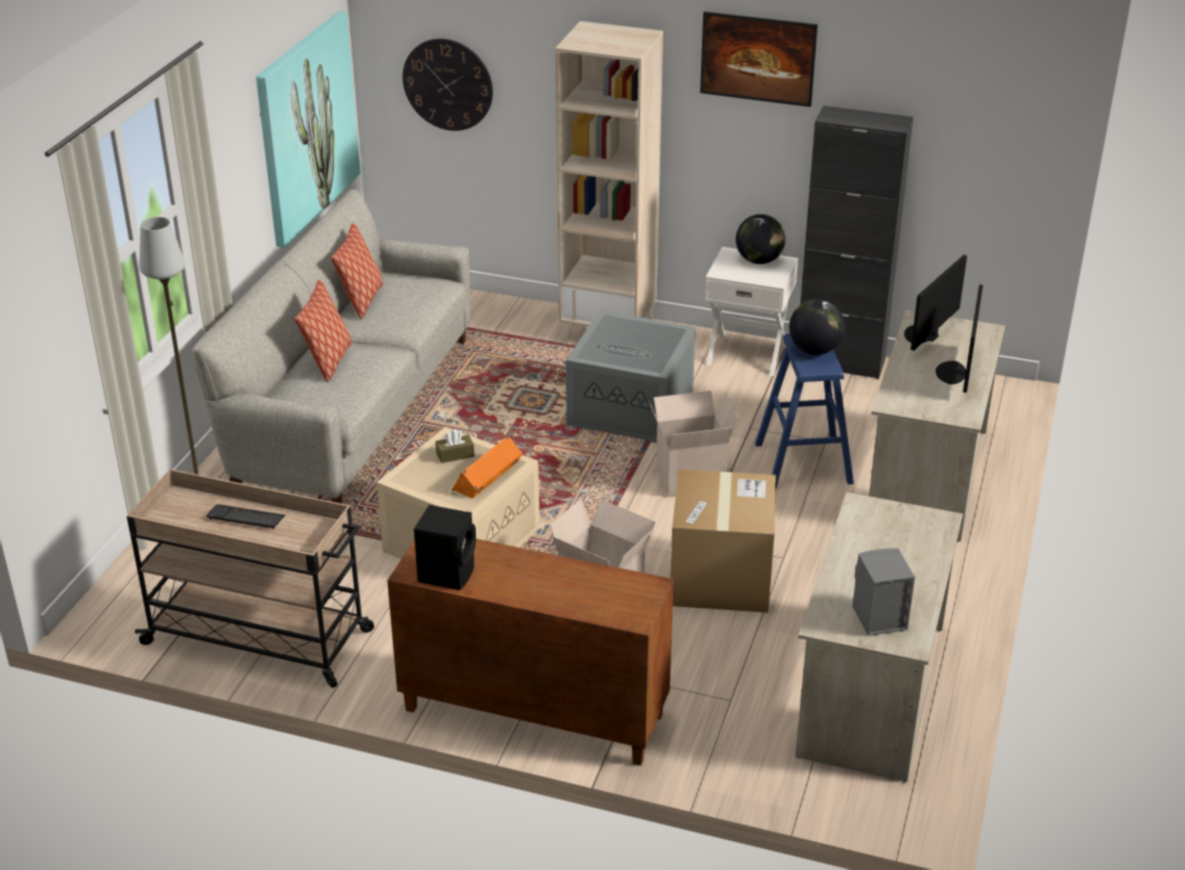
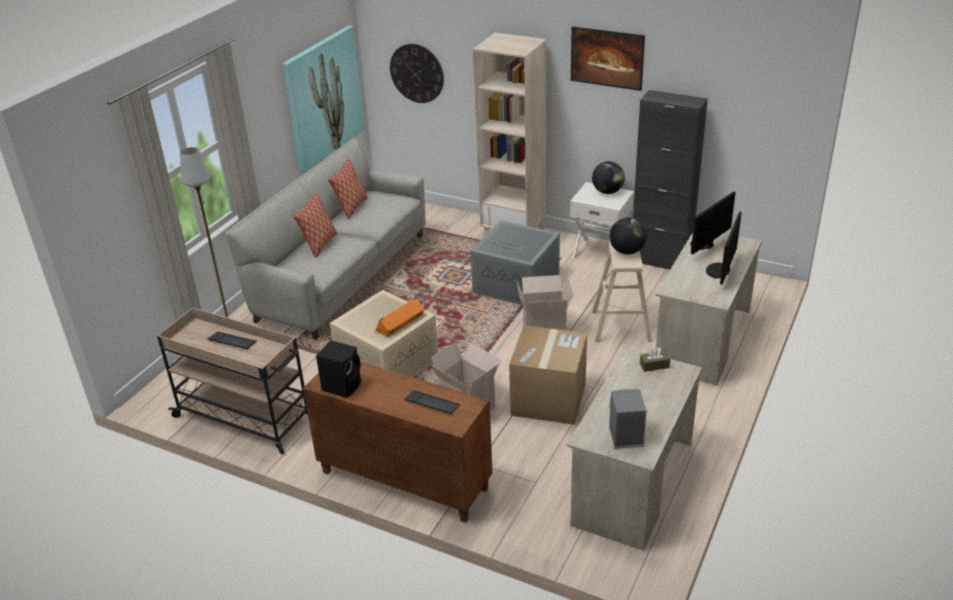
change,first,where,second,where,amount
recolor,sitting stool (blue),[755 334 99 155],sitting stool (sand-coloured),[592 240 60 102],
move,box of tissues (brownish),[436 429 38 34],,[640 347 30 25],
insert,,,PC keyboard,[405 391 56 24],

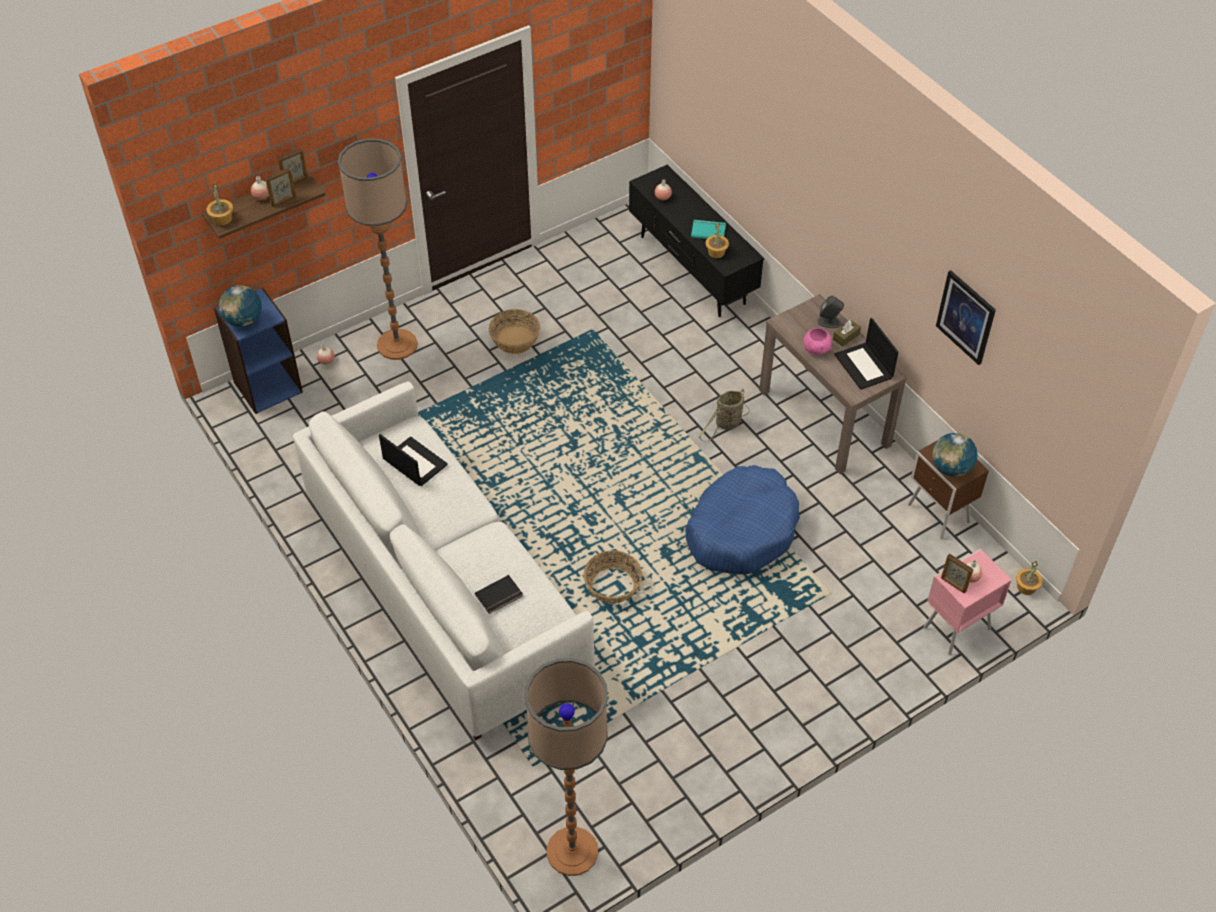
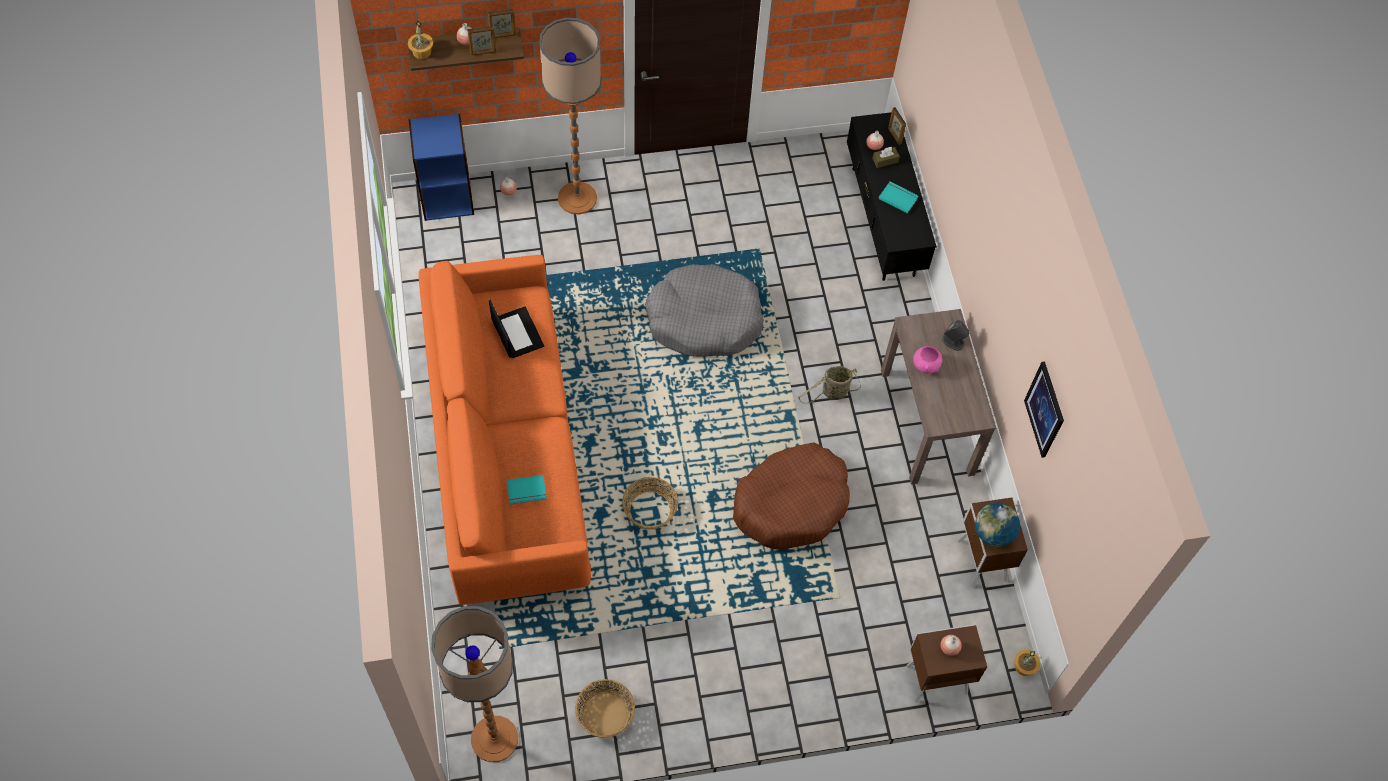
change,first,where,second,where,amount
delete,houseplant,[705 223 24 35],,,
delete,world globe,[219 285 43 42],,,
move,storage basket,[489 309 51 45],,[575 679 60 59],
delete,notebook computer,[834 318 64 72],,,
move,box of tissues (brownish),[833 320 28 27],,[872 147 28 21],
recolor,settee (white-coloured),[293 381 302 359],settee (orange-coloured),[419 255 172 350],
recolor,pet bed (blue),[685 465 115 109],pet bed (brownish),[733 443 117 106],
recolor,nightstand (pink),[924 549 88 106],nightstand (brownish),[906 624 81 78],
move,picture frame,[941 553 33 41],,[888 107 18 38],
recolor,volume (blackish),[475 575 48 39],volume (blue-green),[507 475 40 30],
insert,,,pet bed (greyish),[645 264 118 93],

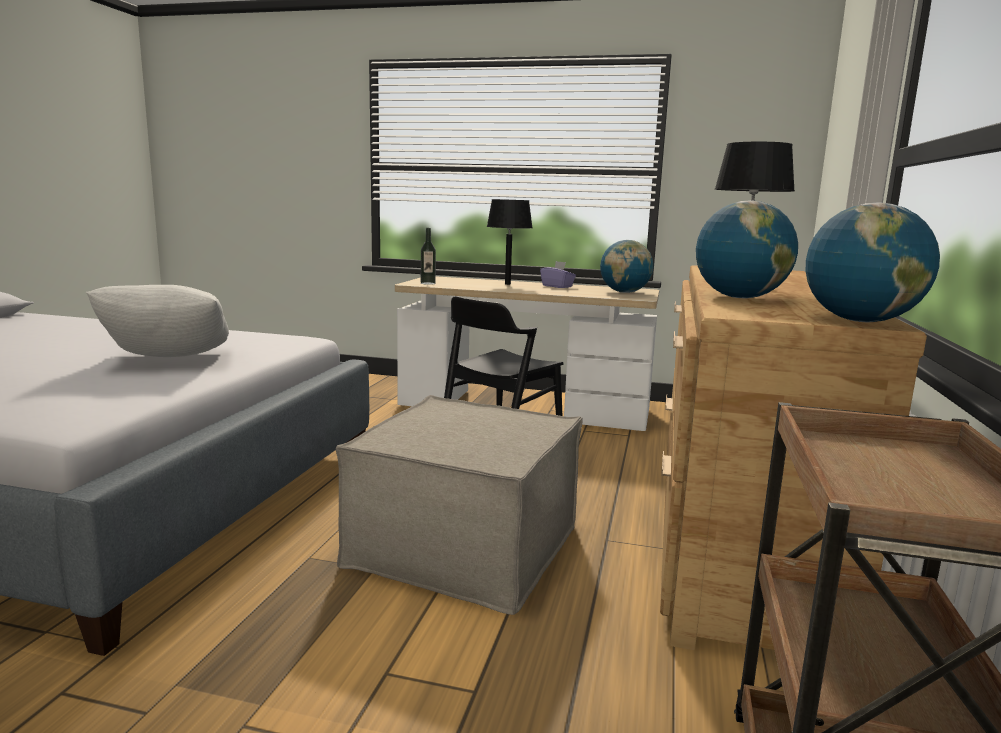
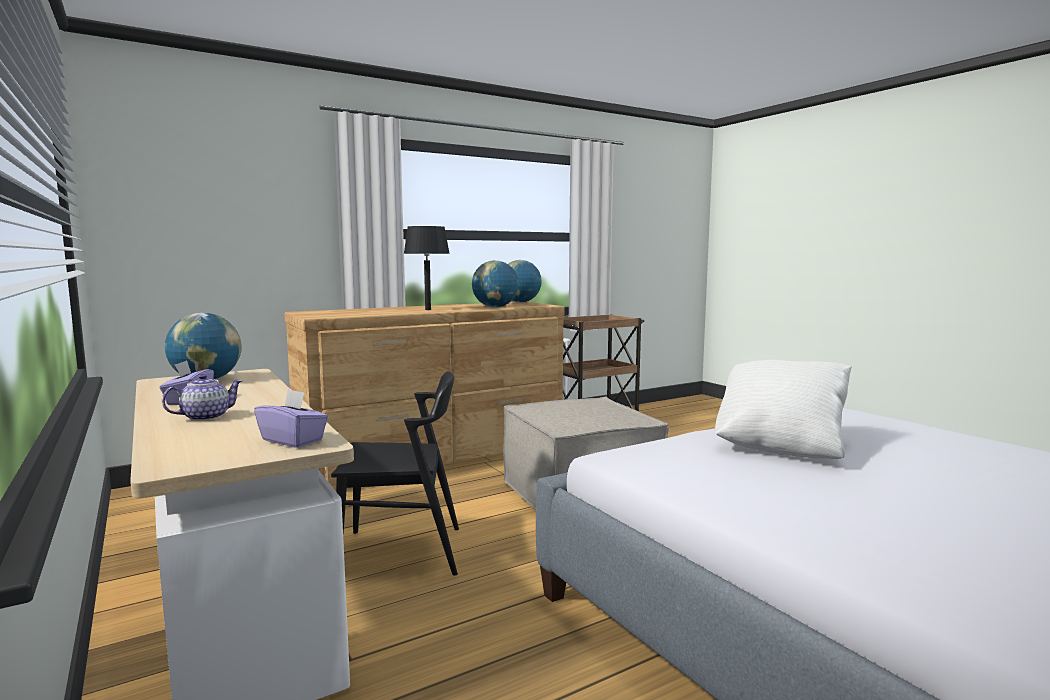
change,first,where,second,where,amount
replace,tabletop lamp (blackish),[487 199 46 86],tea pot,[162 374 81 47],
replace,bottle,[421 228 15 57],box of tissues (purple),[254 389 74 59],

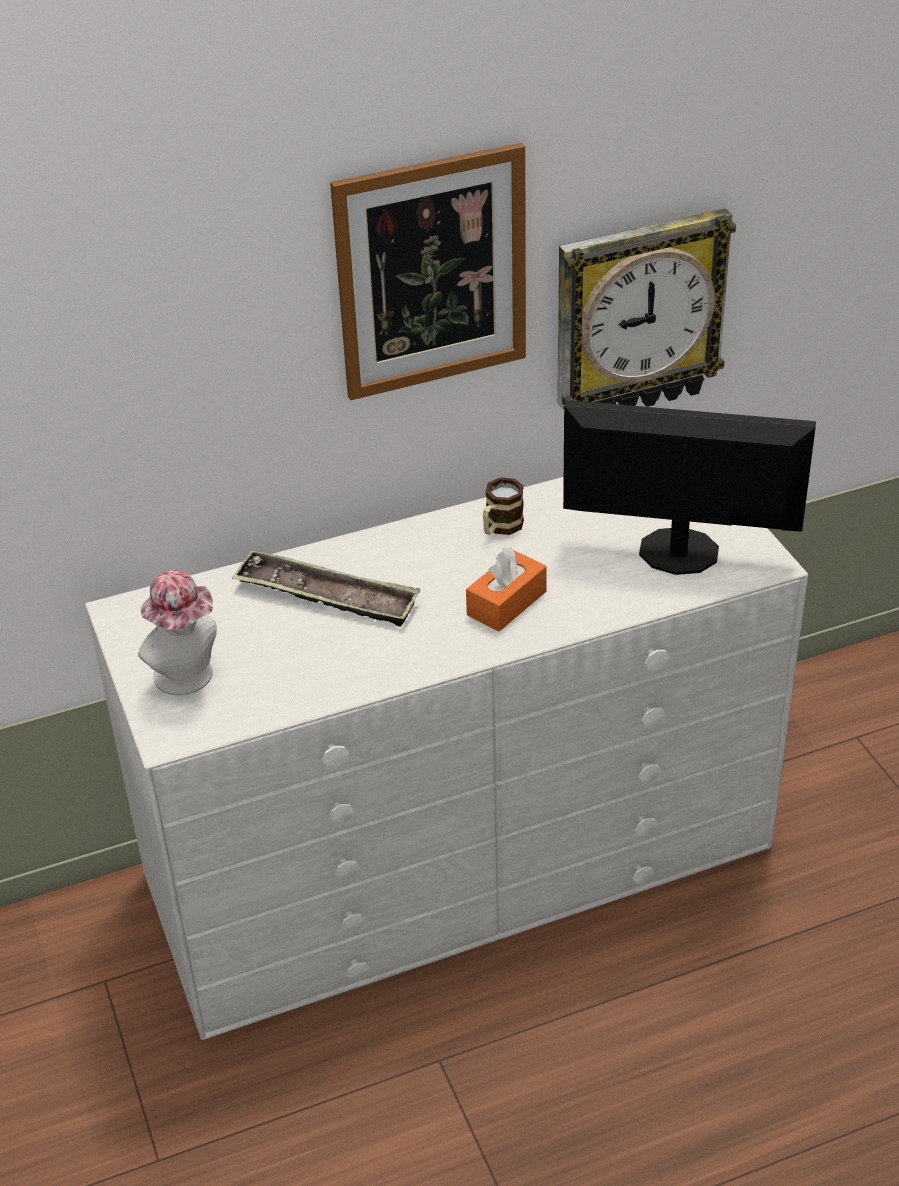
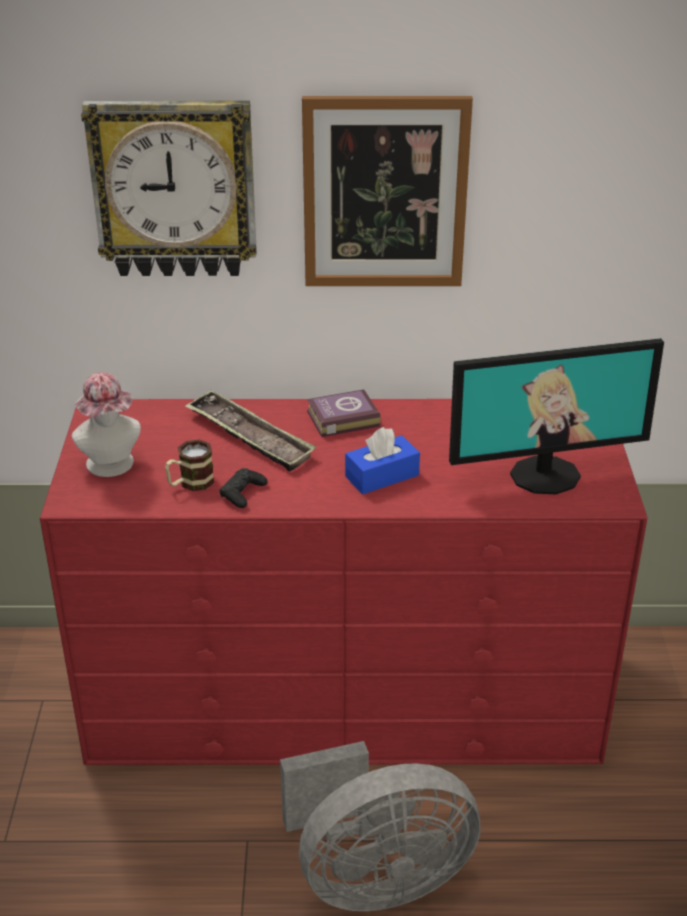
change,first,where,second,where,amount
move,clock on the wall,[557 208 179 202],,[81 100 176 176],
rotate,computer screen,[563 400 253 175],,[449 338 215 156],135 degrees clockwise
recolor,chest of drawers (white-coloured),[85 477 723 563],chest of drawers (reddish),[40 399 608 366],
move,mug,[483 477 41 58],,[165 439 49 52],
recolor,box of tissues (orange-coloured),[466 547 81 84],box of tissues (blue),[345 427 75 67],
insert,,,volume,[307 389 74 48],
insert,,,joypad (blackish),[219 468 49 40],
insert,,,fan (greyish),[280 741 201 170],

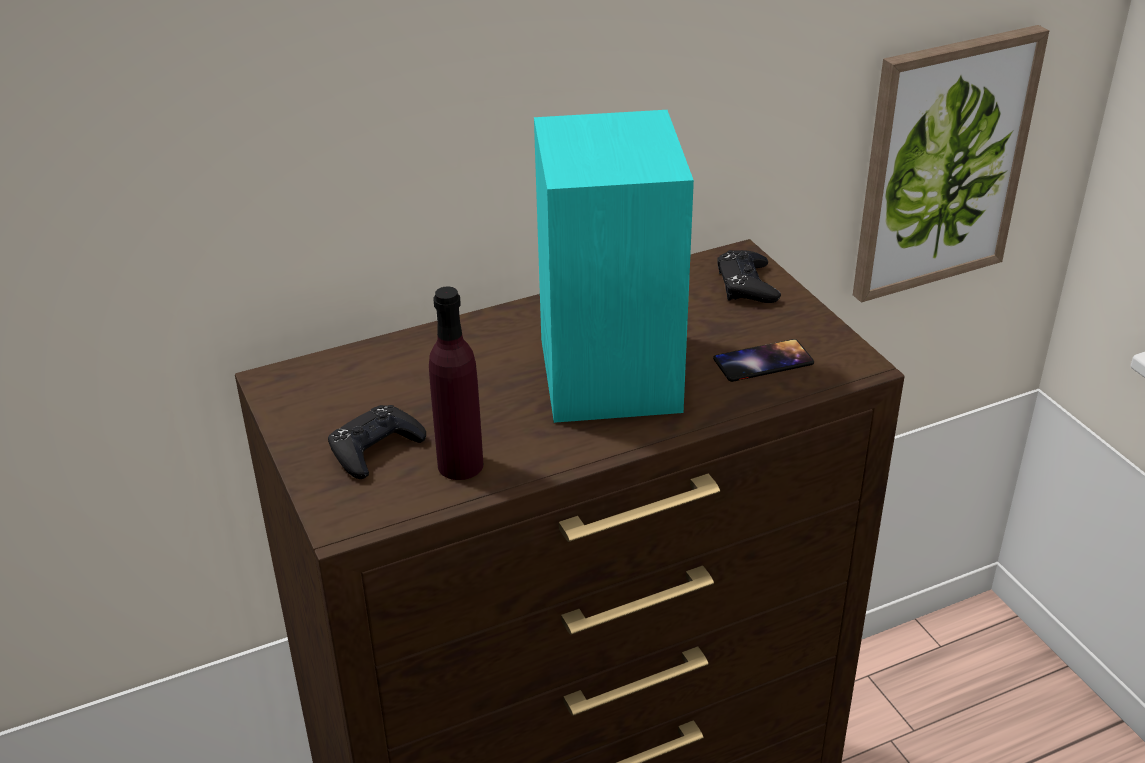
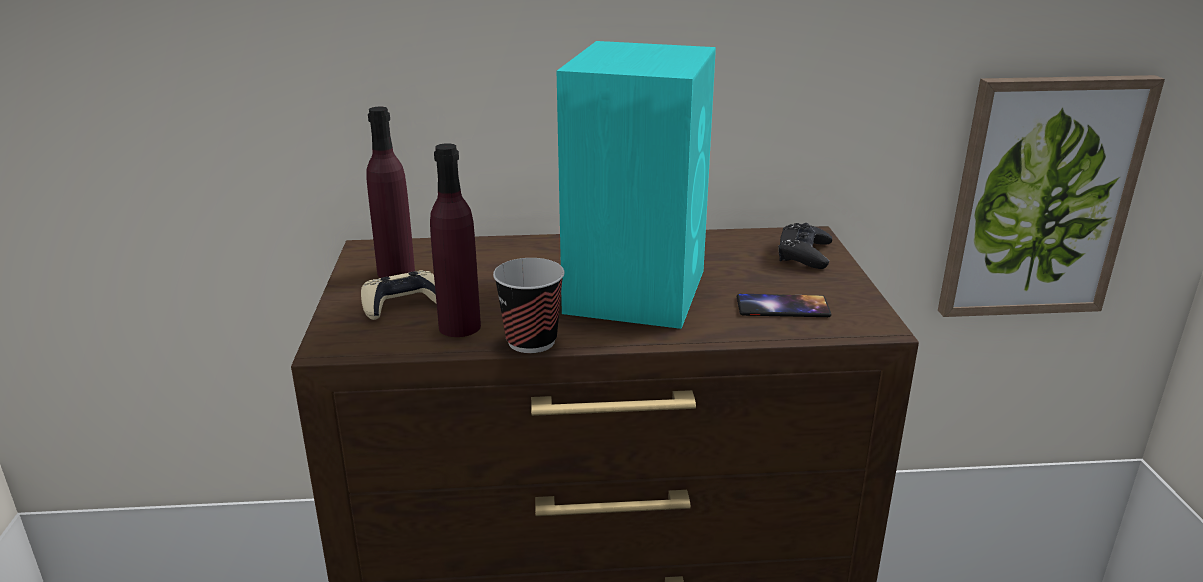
change,first,where,second,where,amount
recolor,joypad (blackish),[328 405 98 74],joypad (sand-coloured),[361 270 76 50],
insert,,,bottle (purple),[366 107 49 171],
insert,,,drinking cup,[493 258 72 95],

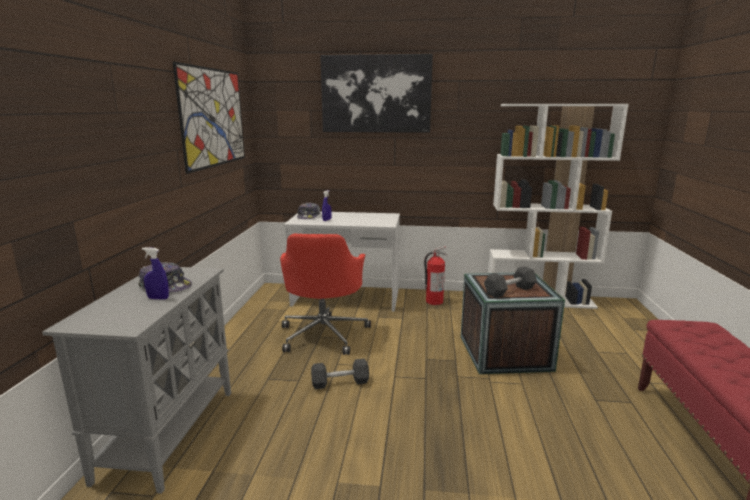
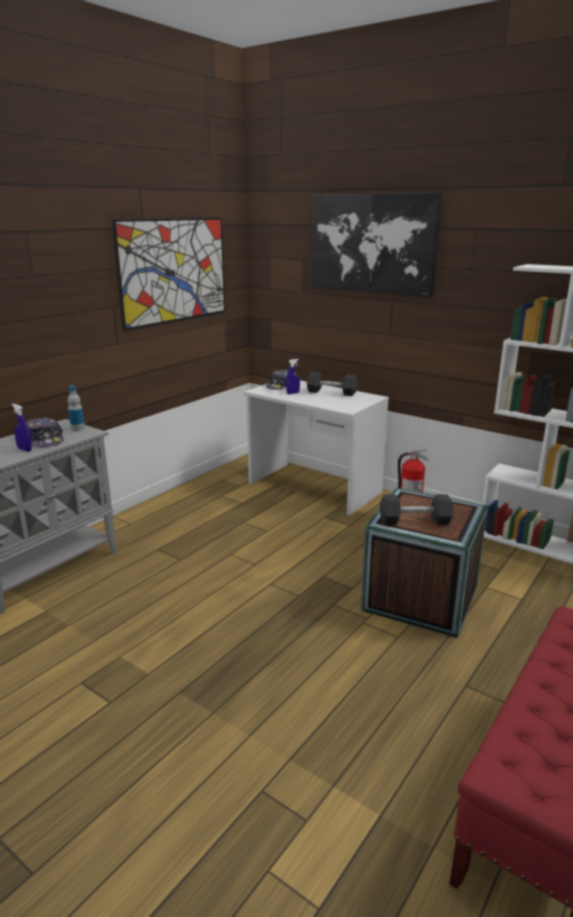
change,first,where,second,where,amount
delete,desk chair (reddish),[280 234 91 121],,,
move,free weight (greyish),[311 359 58 30],,[307 372 51 24],
insert,,,bottle,[68 385 17 46],

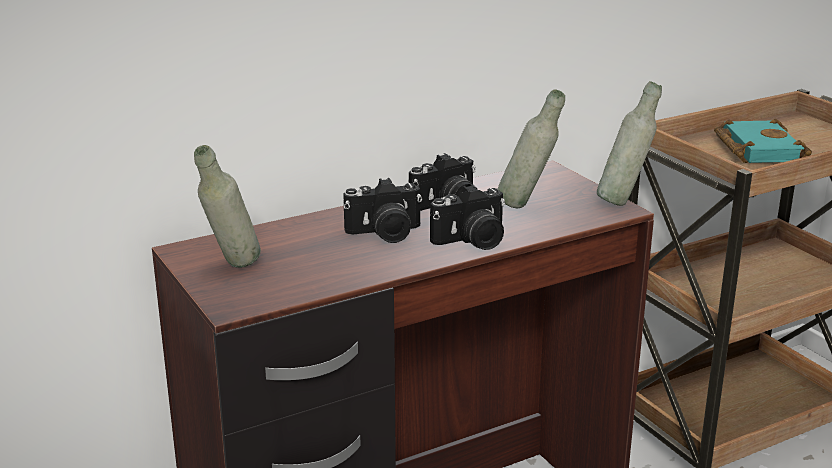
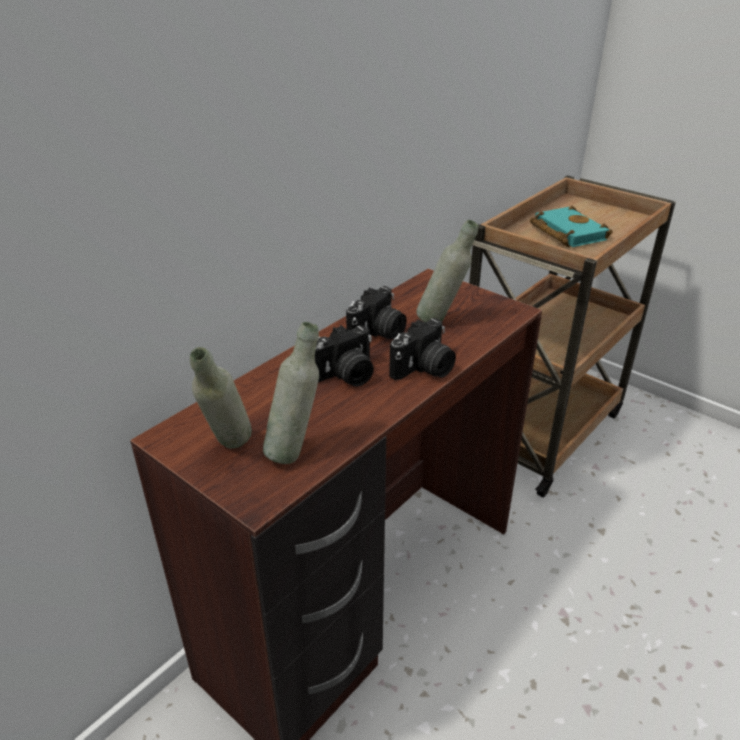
change,first,where,second,where,amount
move,bottle (greyish),[597 81 65 125],,[263 322 56 142],

